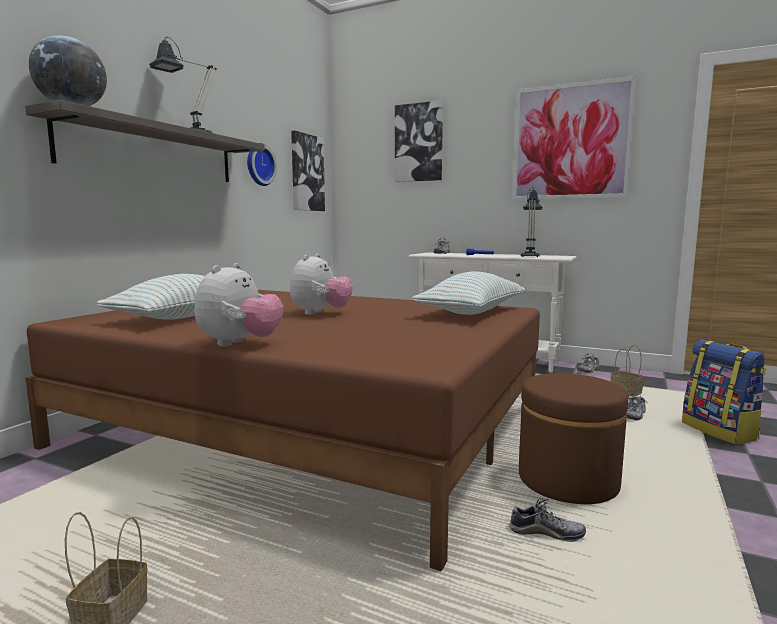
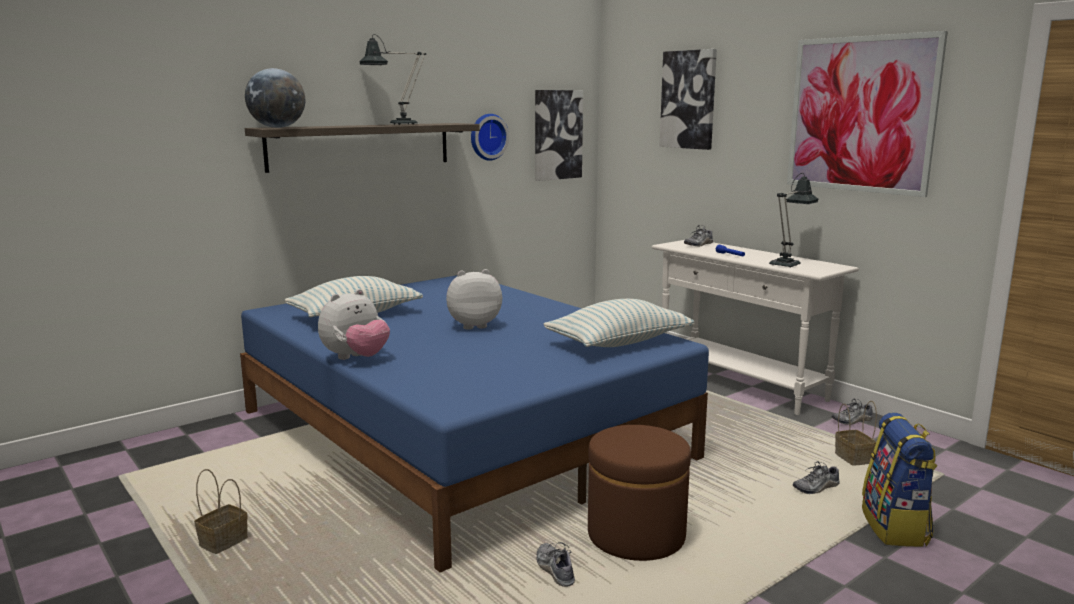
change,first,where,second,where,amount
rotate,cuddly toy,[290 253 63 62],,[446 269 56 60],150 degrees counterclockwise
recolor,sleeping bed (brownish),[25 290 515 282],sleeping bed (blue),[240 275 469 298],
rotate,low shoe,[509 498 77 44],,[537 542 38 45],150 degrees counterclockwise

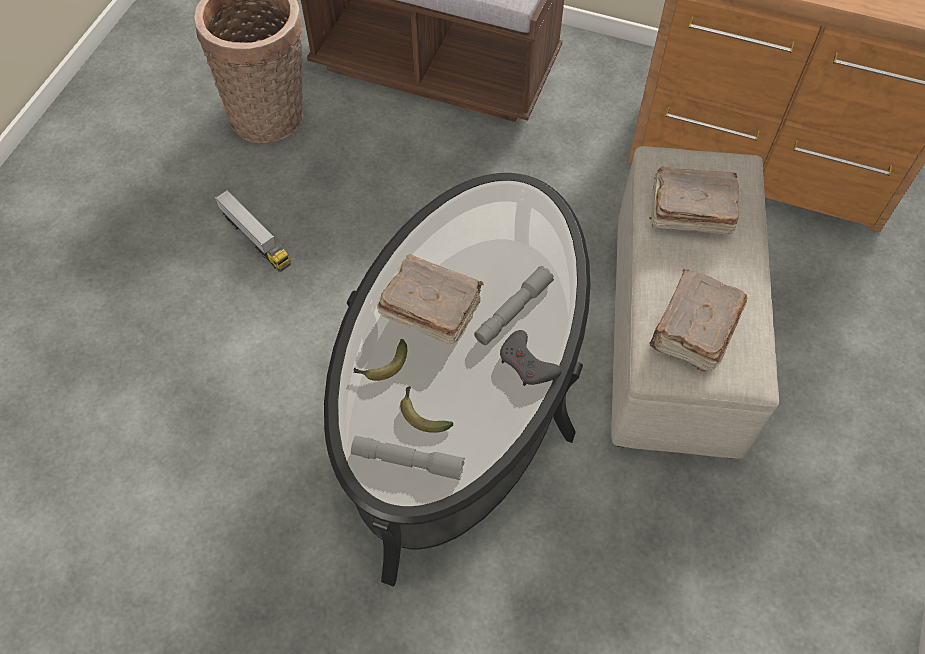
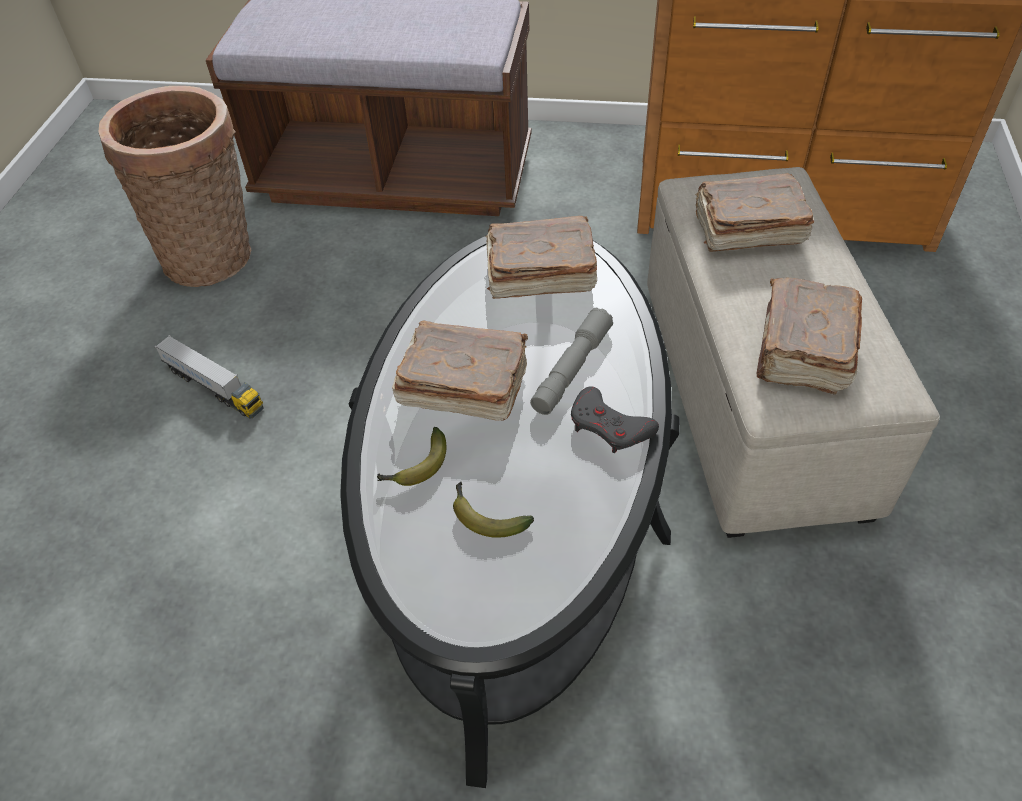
change,first,where,second,where,amount
delete,flashlight (greyish),[351 436 114 44],,,
insert,,,volume (brownish),[486 216 111 83],

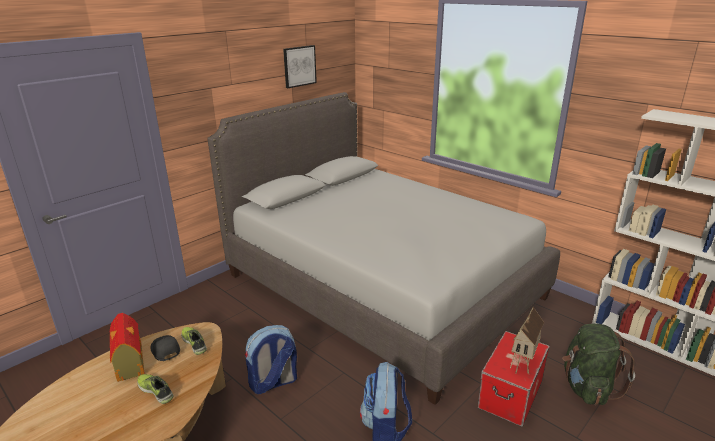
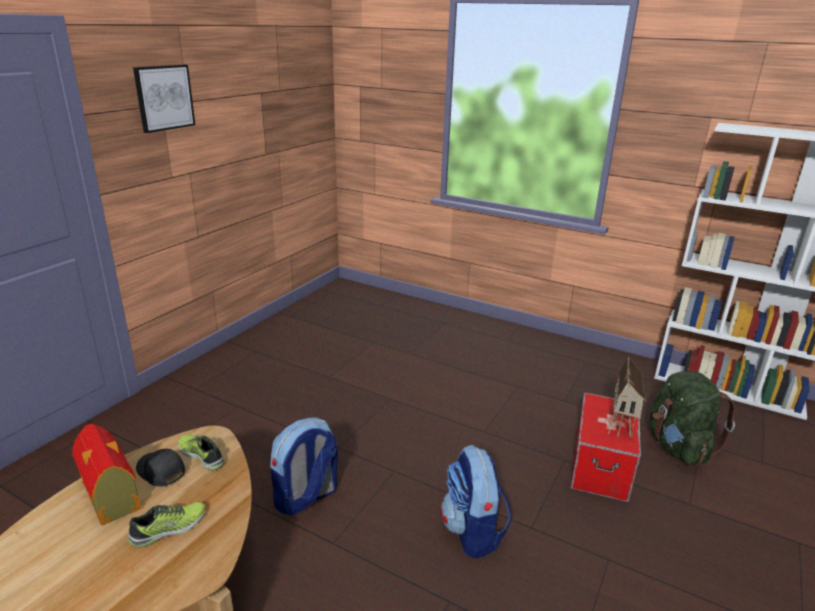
change,first,where,second,where,amount
move,wall art,[283 45 34 43],,[133 65 62 68],
delete,sleeping bed (greyish),[207 92 353 313],,,
rotate,low shoe,[137 374 36 30],,[128 502 77 45],120 degrees clockwise

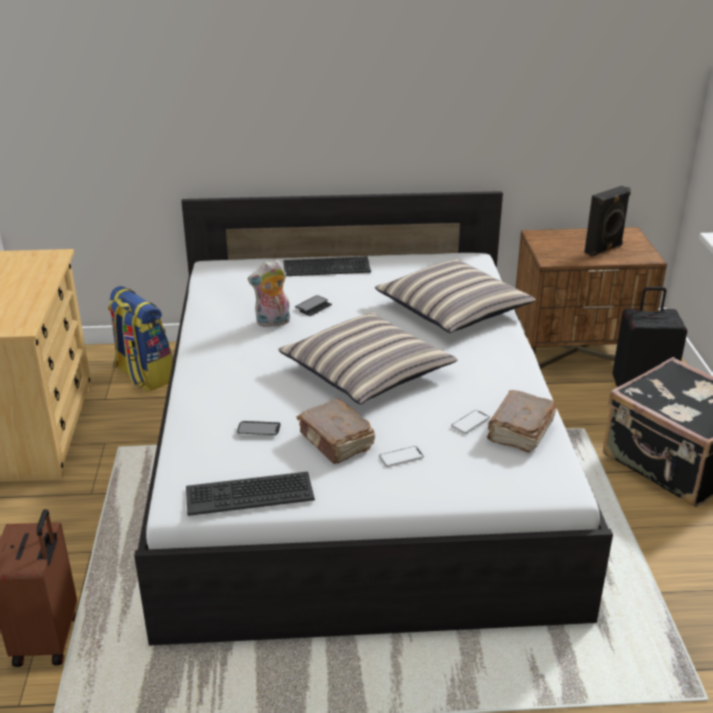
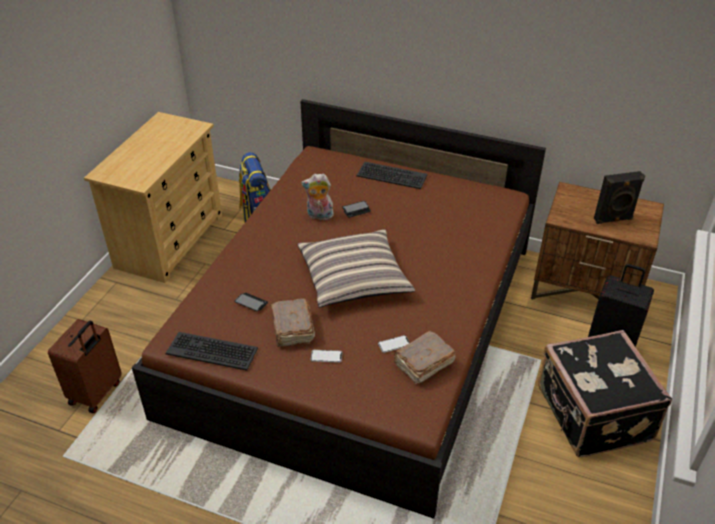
change,first,where,second,where,amount
recolor,sleeping bed (white-coloured),[134 191 479 454],sleeping bed (brownish),[132 99 414 420],
delete,cushion,[375 259 161 74],,,

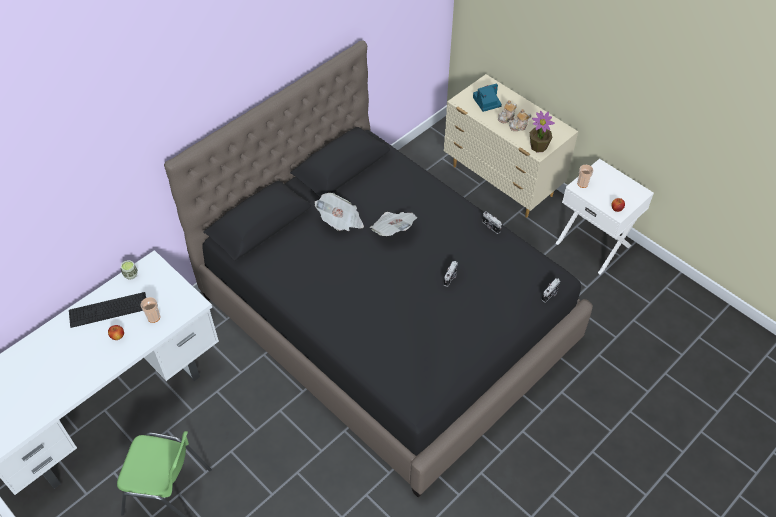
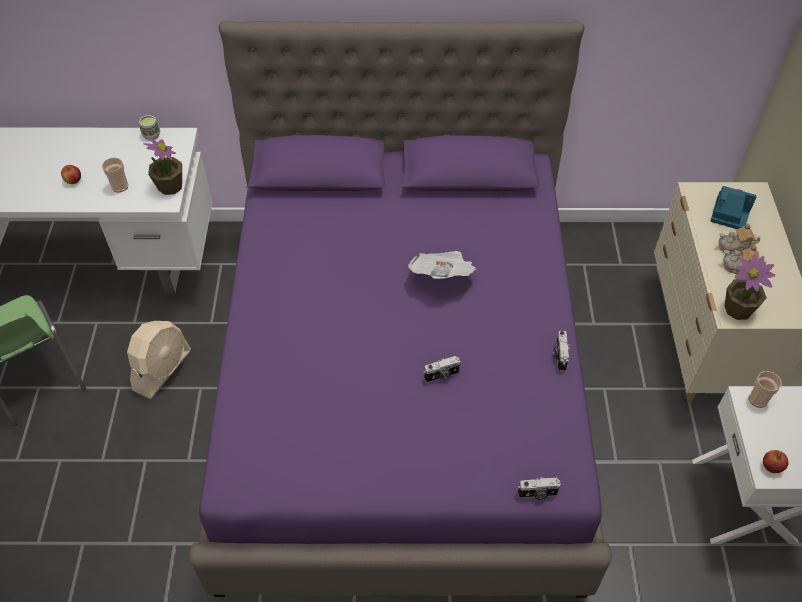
change,first,where,second,where,amount
recolor,sleeping bed (blackish),[164 40 429 457],sleeping bed (purple),[190 21 422 577],
delete,printed paper,[315 193 49 38],,,
delete,PC keyboard,[69 292 77 36],,,
insert,,,houseplant,[143 136 39 59],
insert,,,fan (sand-coloured),[127 321 64 78],

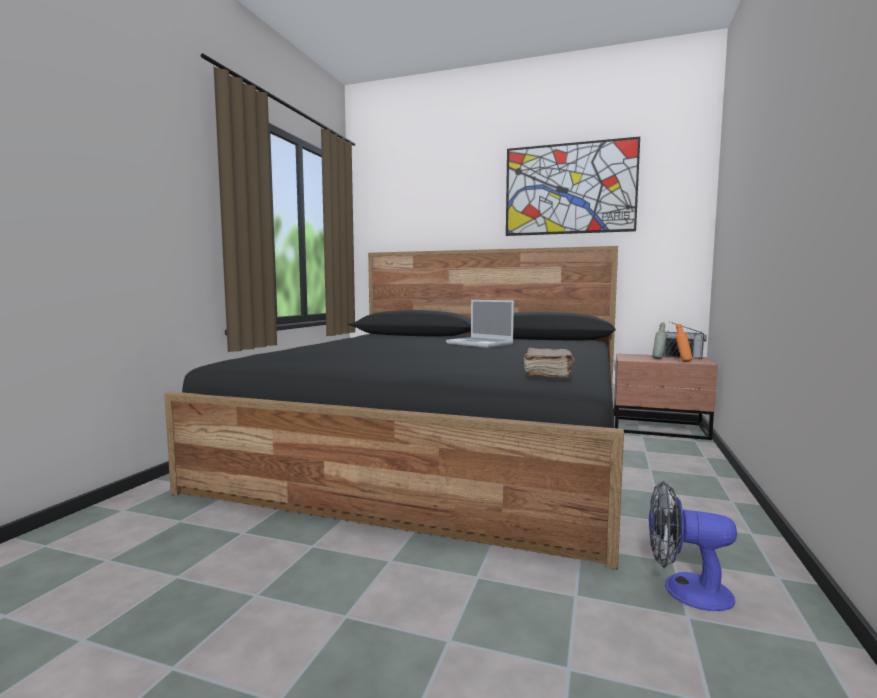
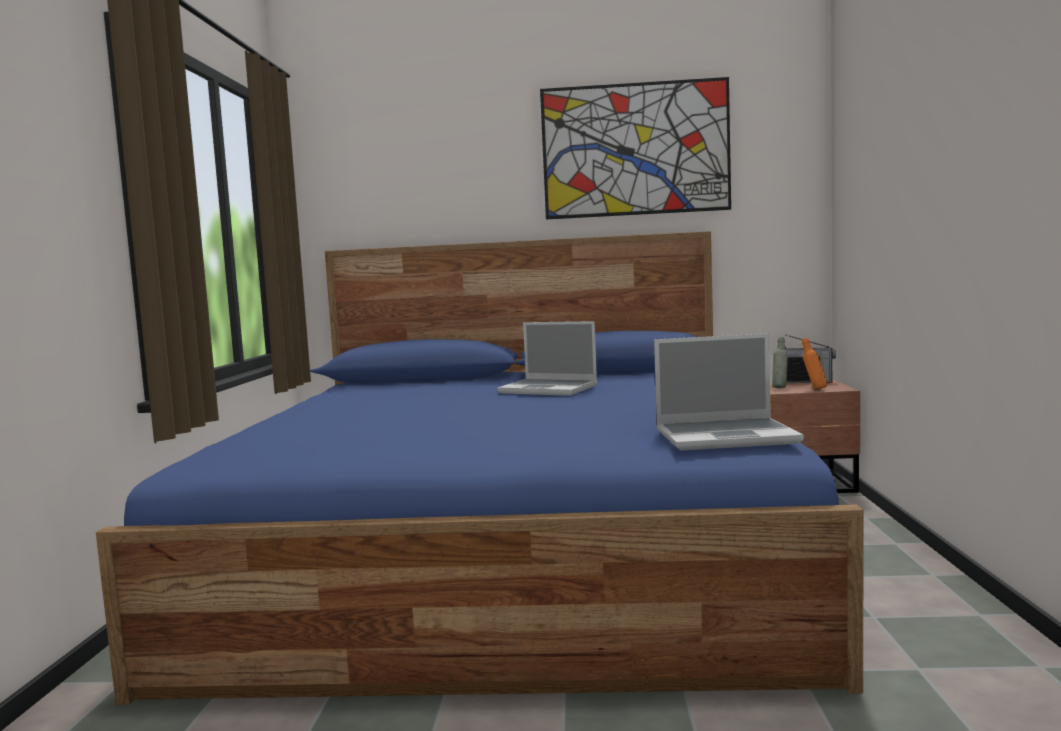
change,first,where,second,where,amount
recolor,sleeping bed (blackish),[164 246 460 323],sleeping bed (blue),[96 231 767 474],
replace,volume (brownish),[524 348 51 30],notebook computer,[654 333 149 118],
delete,fan,[649 481 88 130],,,

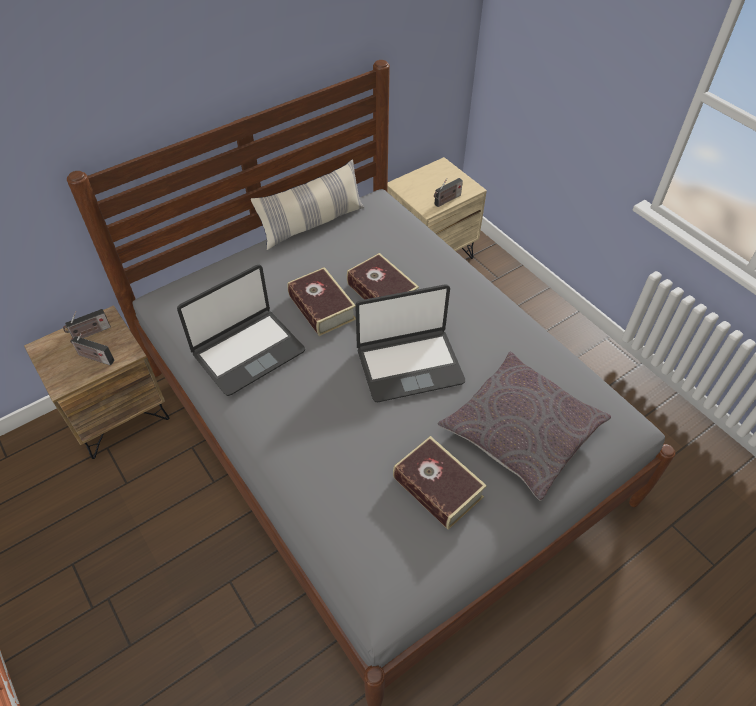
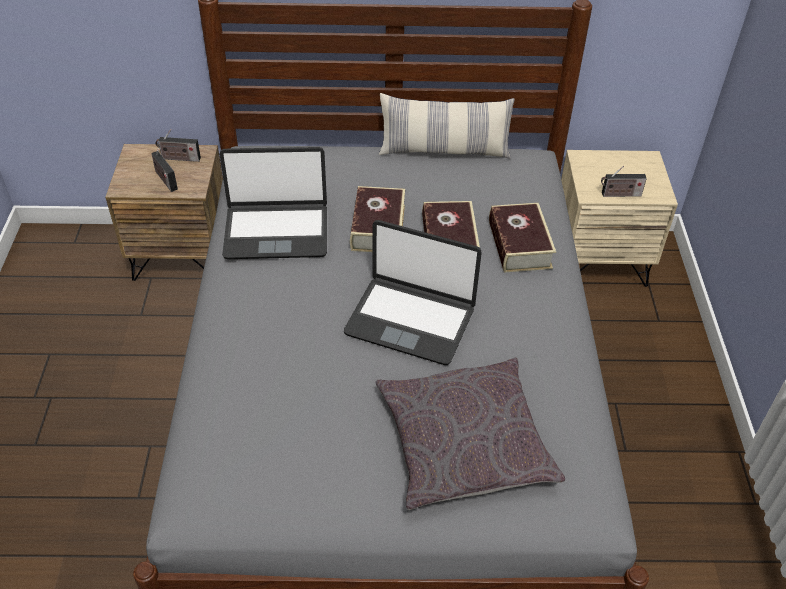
change,first,where,second,where,amount
move,volume,[393 436 94 94],,[489 203 67 70],

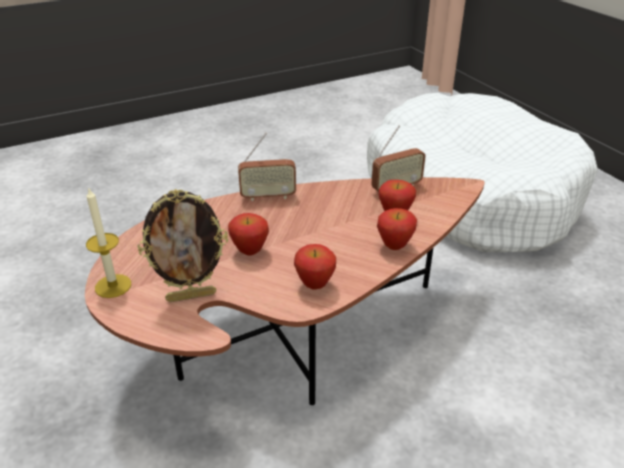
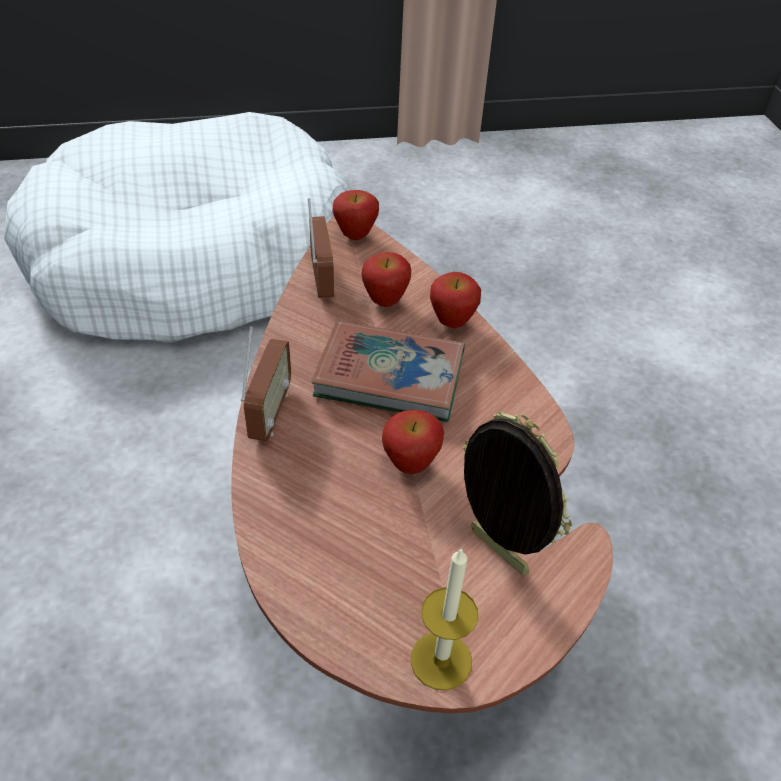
change,first,where,second,where,amount
rotate,picture frame,[137 189 91 113],,[463 410 109 165],45 degrees counterclockwise
move,apple,[294 244 42 46],,[333 190 46 50],
insert,,,volume,[311 321 154 101],

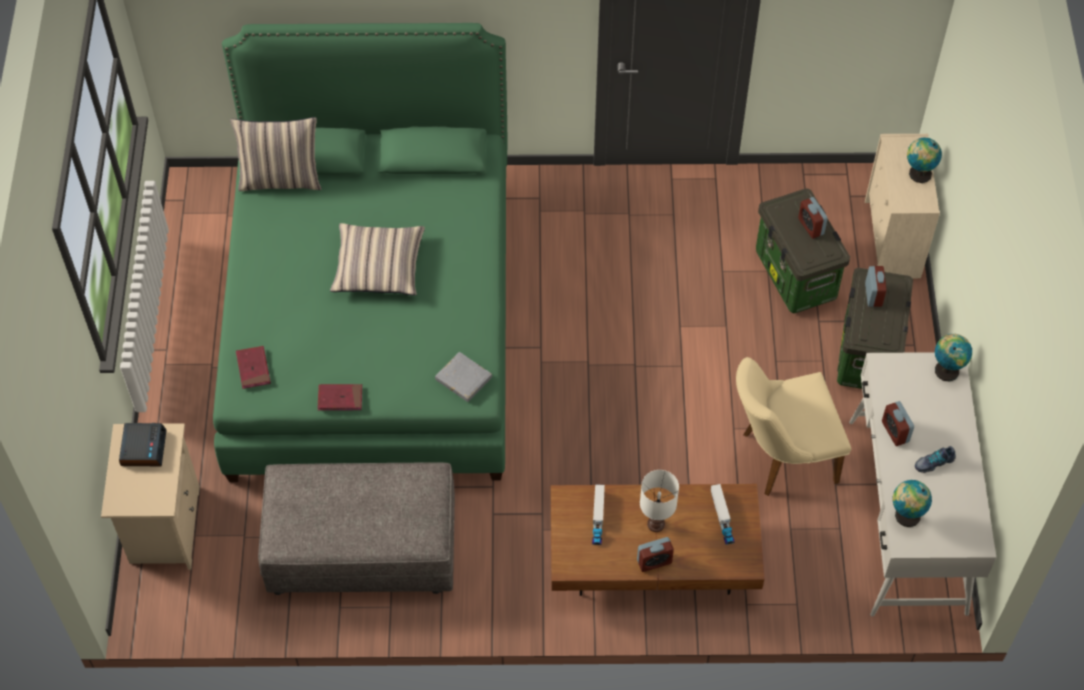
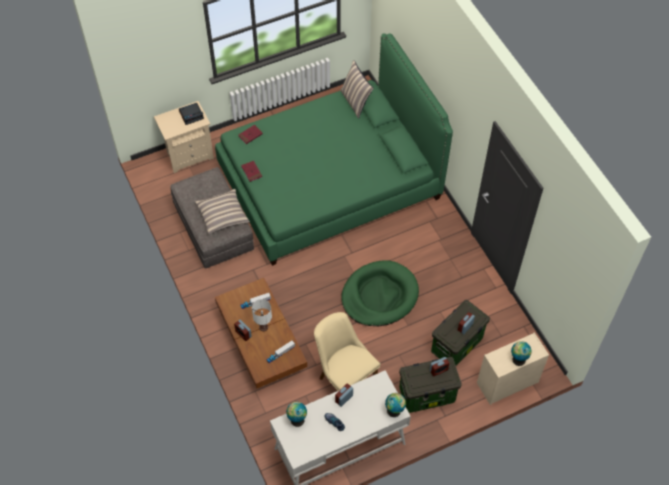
change,first,where,second,where,amount
move,cushion,[330 223 95 73],,[195 189 55 46],
delete,volume (greyish),[435 352 57 50],,,
insert,,,pet bed (green),[341 260 78 66],

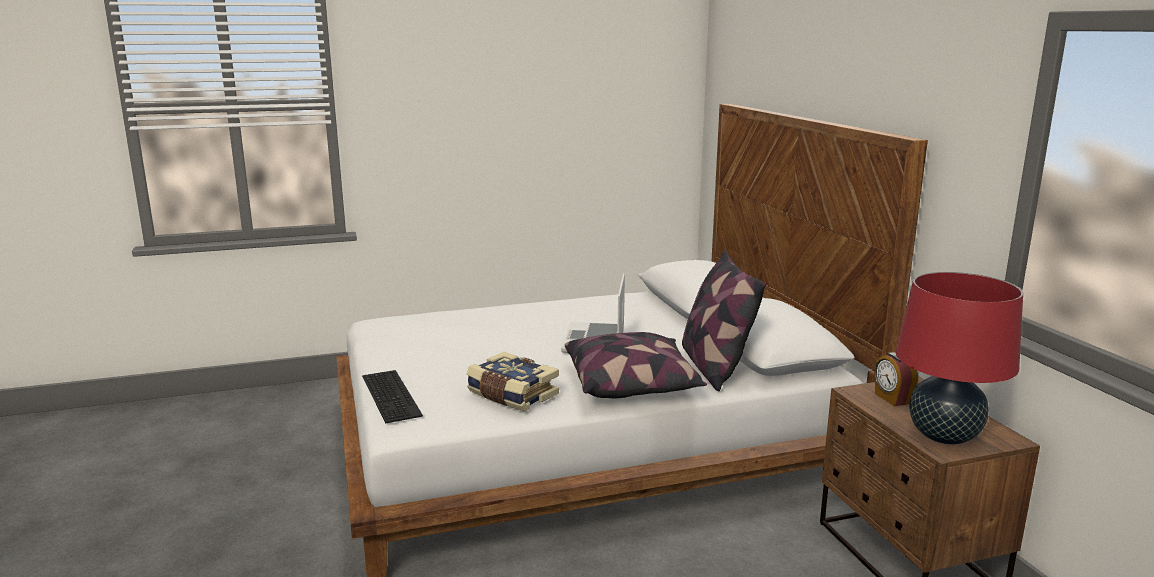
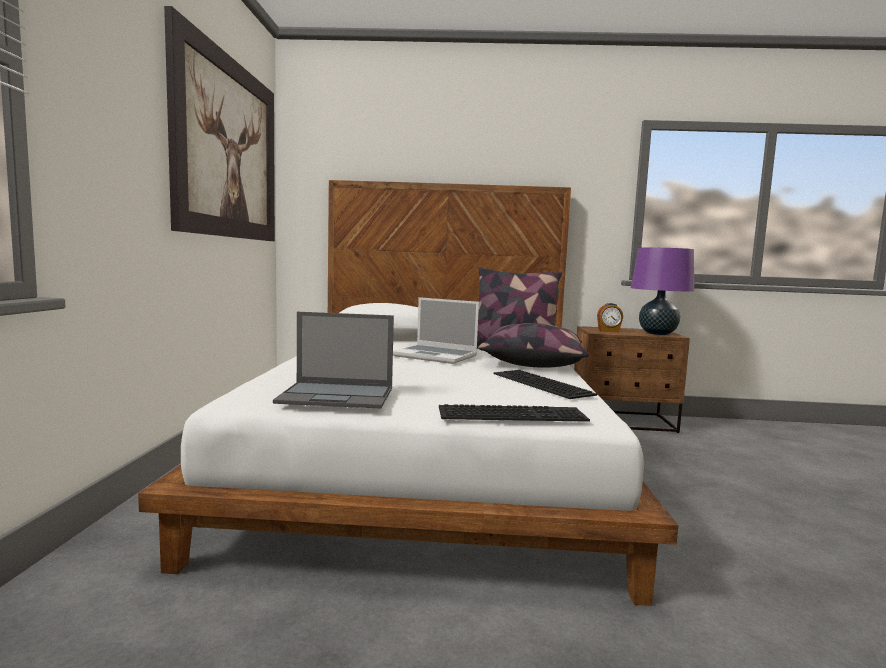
change,first,where,second,where,amount
recolor,tabletop lamp (reddish),[896 272 127 173],tabletop lamp (purple),[631 248 63 87],
replace,volume,[467 352 92 60],PC keyboard,[493 370 104 29],
insert,,,wall art,[164 6 111 235],
insert,,,notebook computer,[273 312 121 97],

